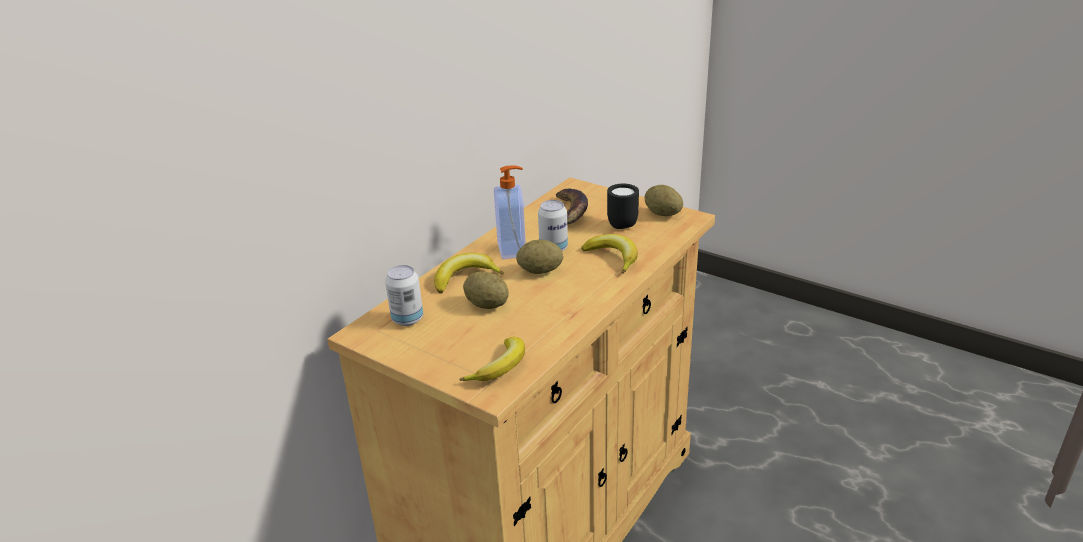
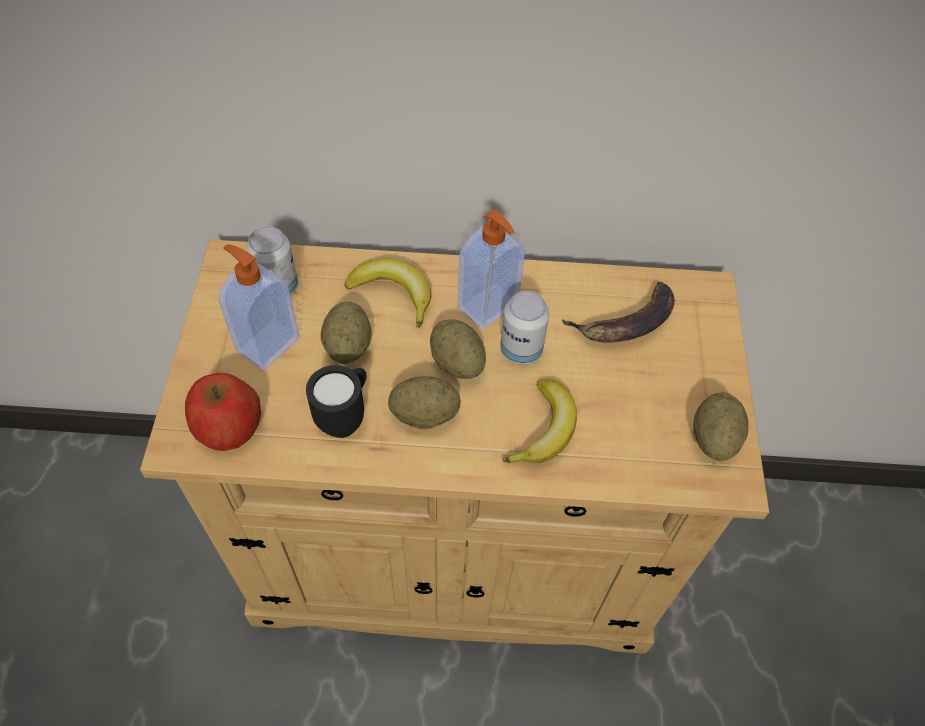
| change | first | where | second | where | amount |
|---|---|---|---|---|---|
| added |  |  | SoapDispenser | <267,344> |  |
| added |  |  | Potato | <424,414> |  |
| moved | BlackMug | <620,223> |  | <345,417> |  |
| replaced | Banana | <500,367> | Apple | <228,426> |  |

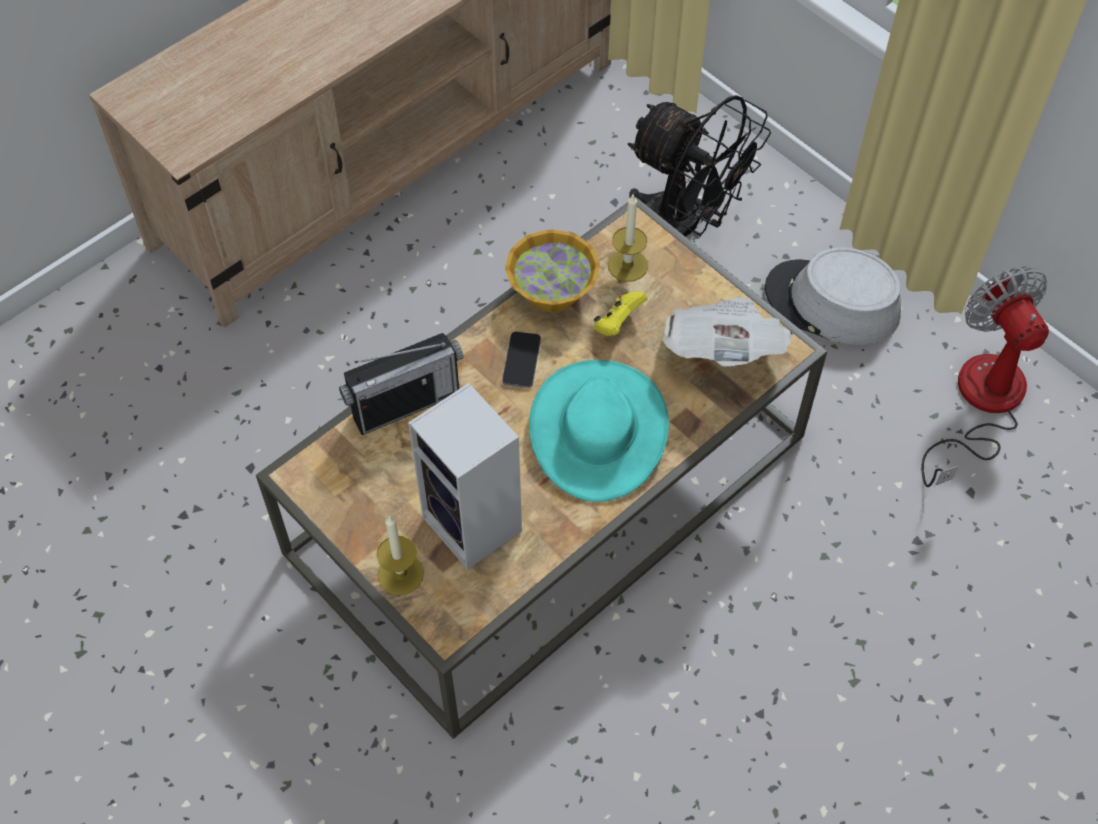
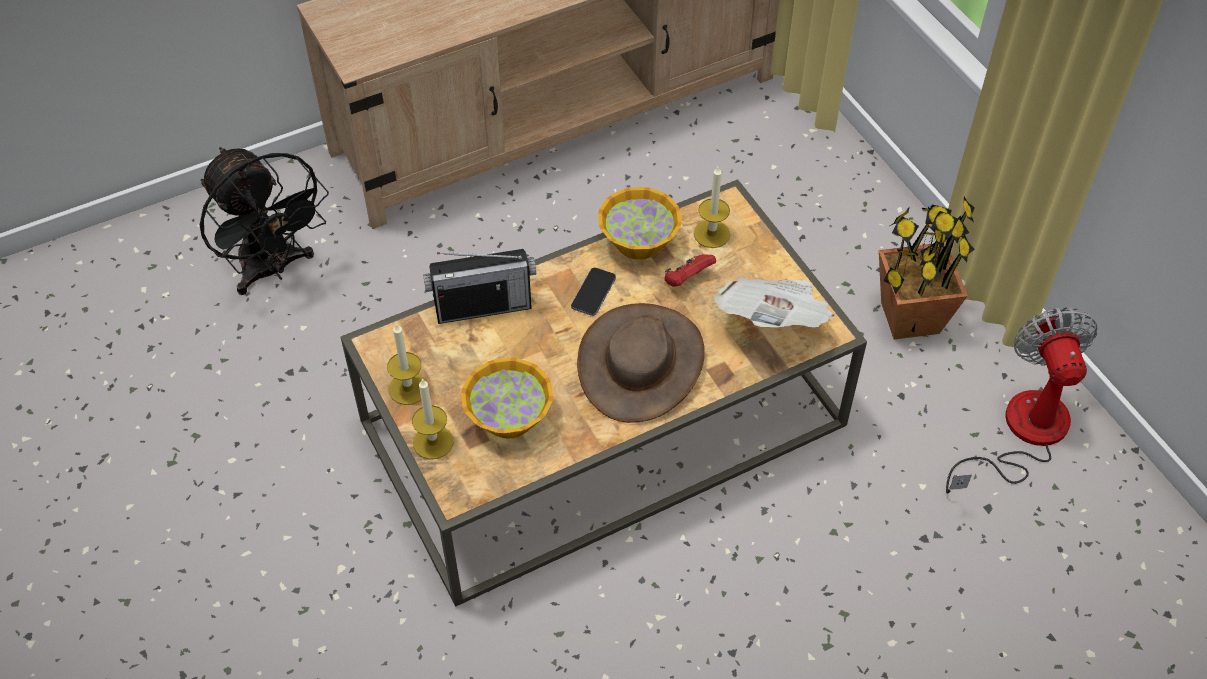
| change | first | where | second | where | amount |
|---|---|---|---|---|---|
| added |  |  | Candle | <408,388> |  |
| moved | BlackFan | <686,228> |  | <273,269> |  |
| replaced | Speaker | <476,526> | Bowl | <509,417> |  |
| replaced | GreyHat | <831,303> | PottedPlant | <909,318> |  |
| recoloured | TurquoiseHat | <599,430> | BrownHat | <641,363> |  |
| recoloured | YellowGameController | <618,323> | RedGameController | <687,280> |  |

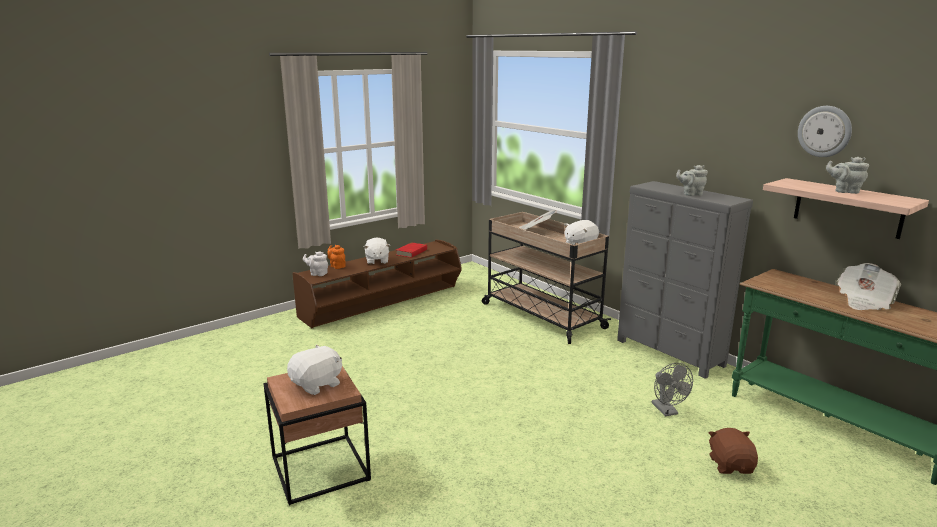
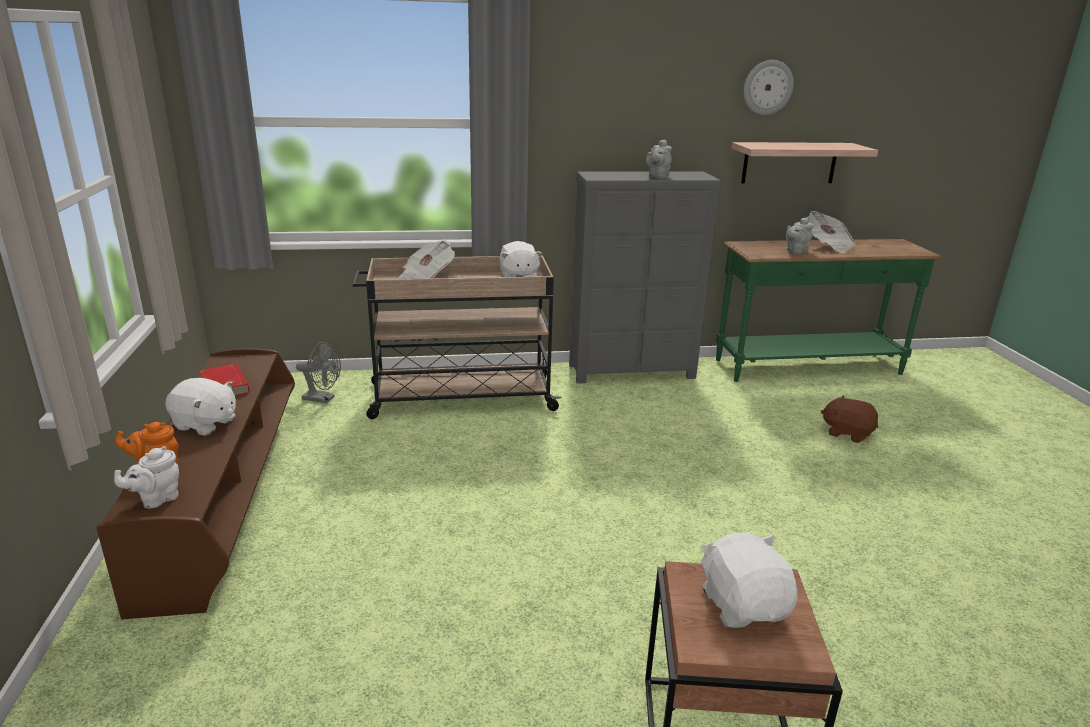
| change | first | where | second | where | amount |
|---|---|---|---|---|---|
| moved | GreyFan | <667,411> |  | <323,399> |  |
| moved | GreyTeapot | <844,191> |  | <796,251> |  |

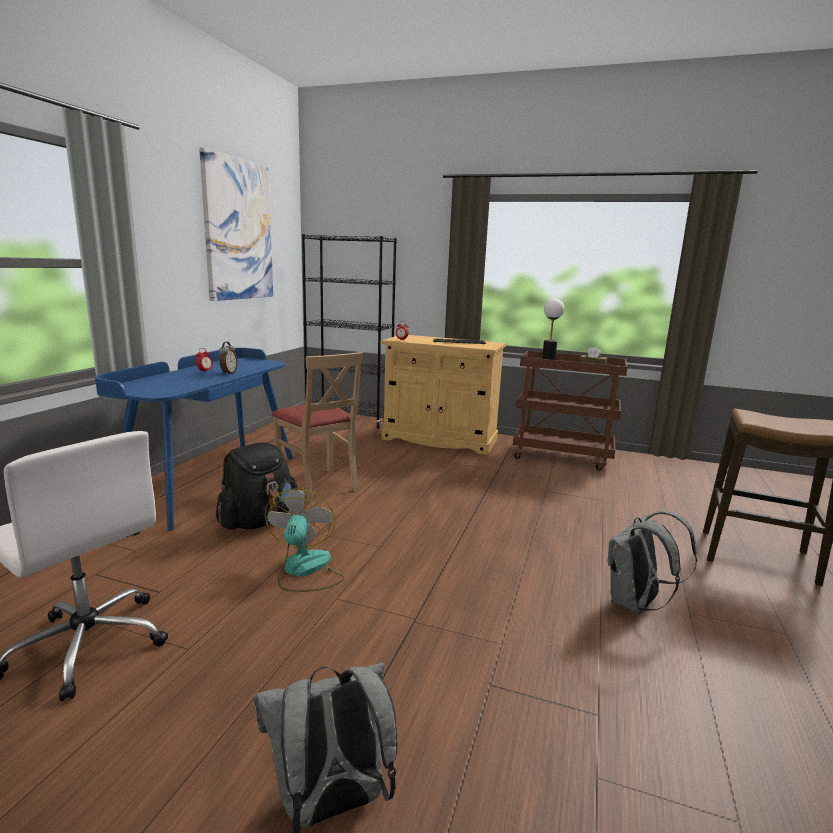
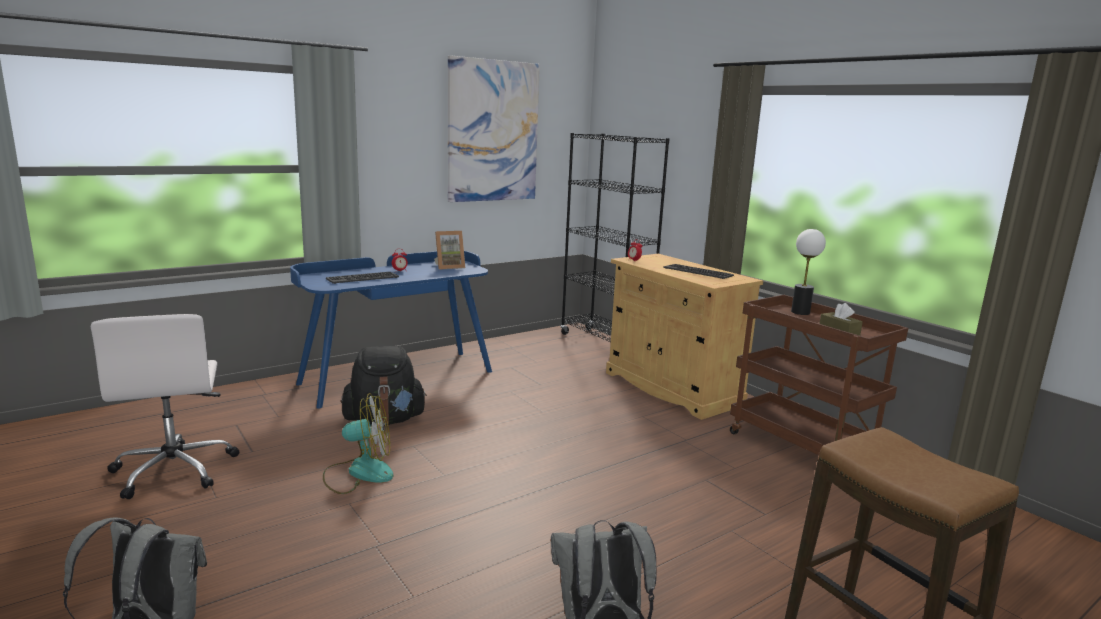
| change | first | where | second | where | amount |
|---|---|---|---|---|---|
| removed | AlarmClock | <228,373> |  |  |  |
| removed | BeigeChair | <318,485> |  |  |  |
| added |  |  | Keyboard | <362,278> |  |
| added |  |  | PictureFrame | <449,267> |  |
| turned | Fan | <305,570> |  | <359,472> | 45 degrees clockwise |

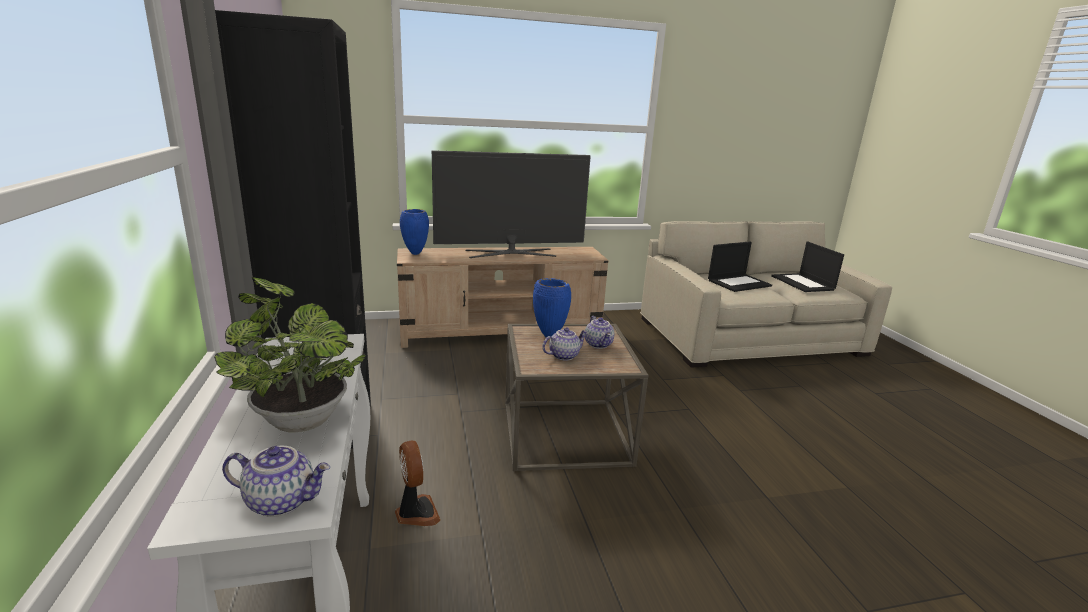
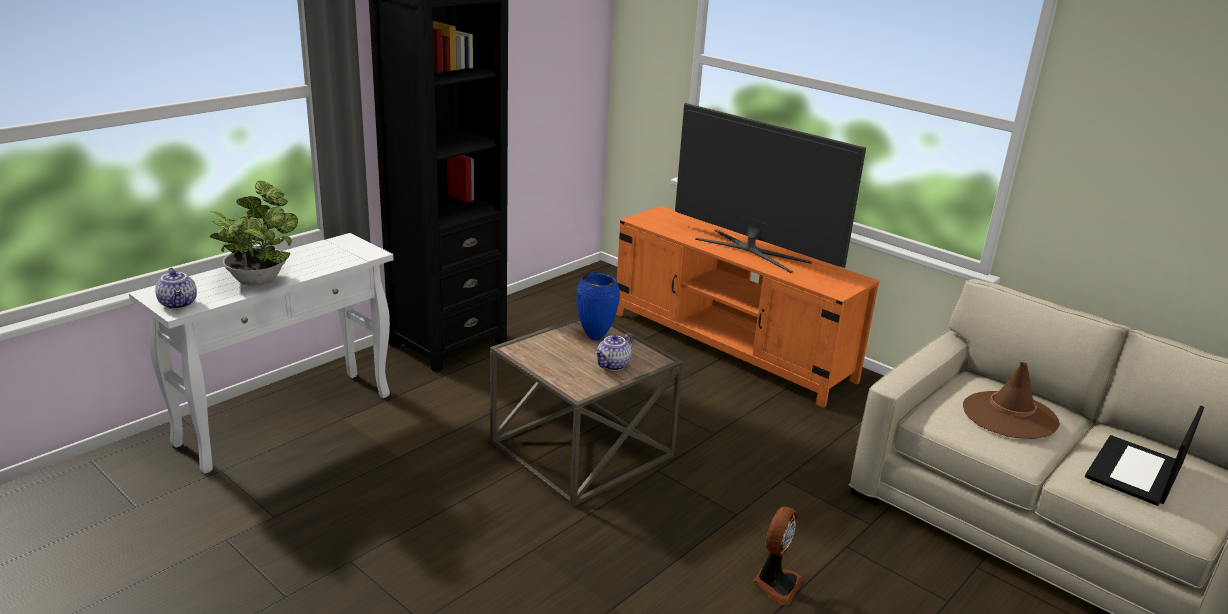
| change | first | where | second | where | amount |
|---|---|---|---|---|---|
| removed | BlueVase | <414,253> |  |  |  |
| removed | Teapot | <564,355> |  |  |  |
| moved | Fan | <416,513> |  | <776,584> |  |
| replaced | Laptop | <739,283> | BrownHat | <1009,415> |  |
| recoloured | BeigeTvStand | <501,332> | OrangeTvStand | <730,347> |  |

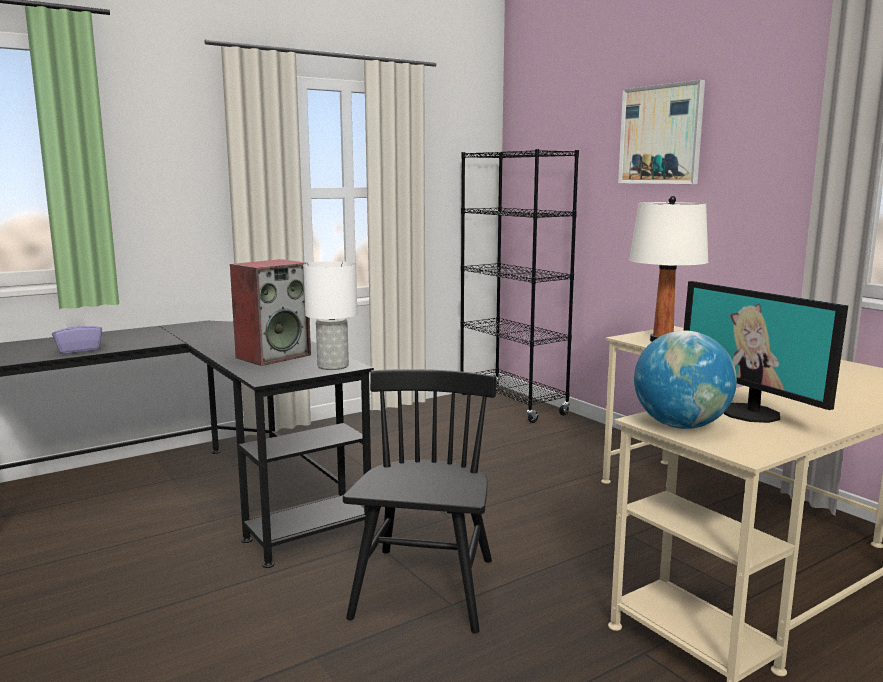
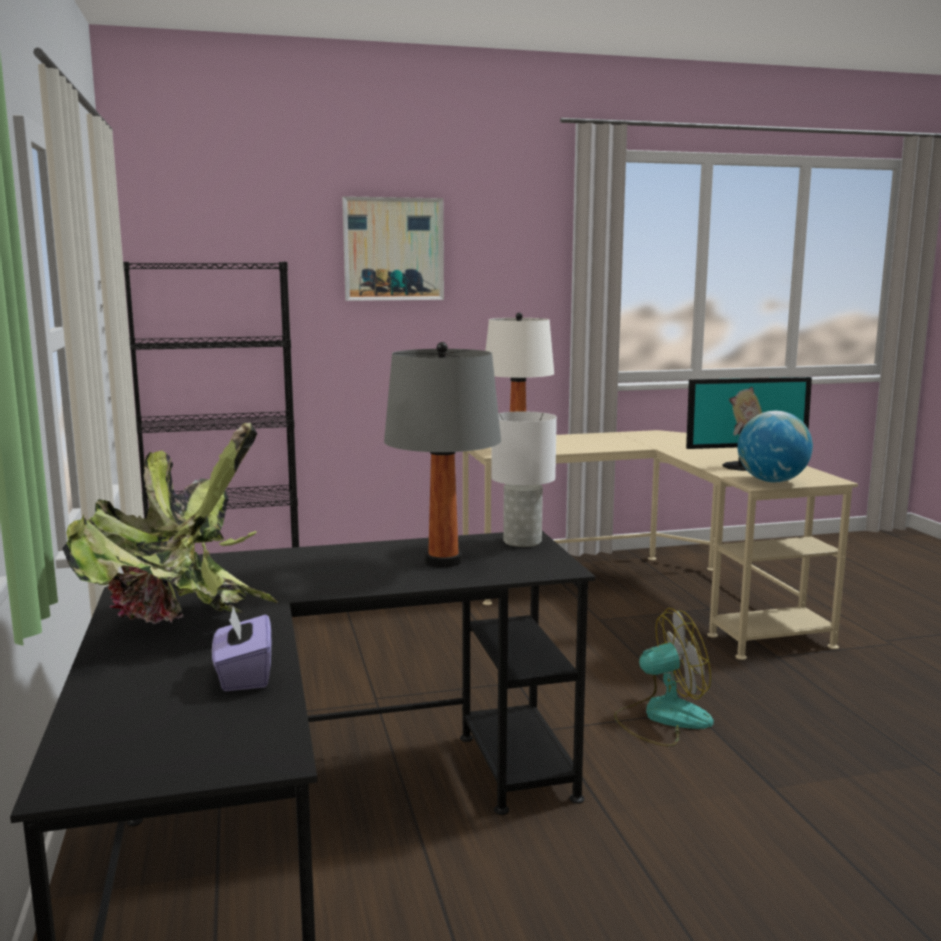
| change | first | where | second | where | amount |
|---|---|---|---|---|---|
| added |  |  | PottedPlant | <180,628> |  |
| replaced | Speaker | <273,356> | GreyTableLamp | <443,561> |  |
| replaced | BlackChair | <425,589> | Fan | <662,718> |  |

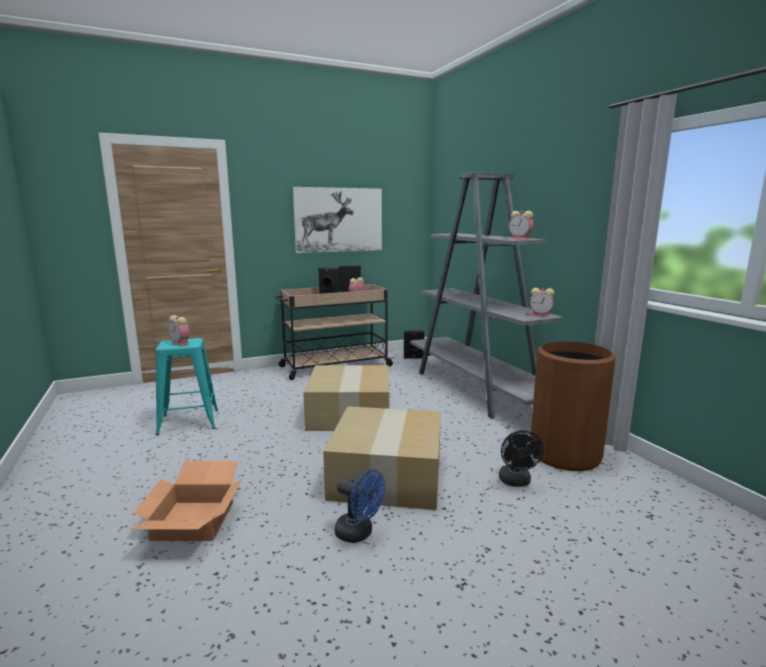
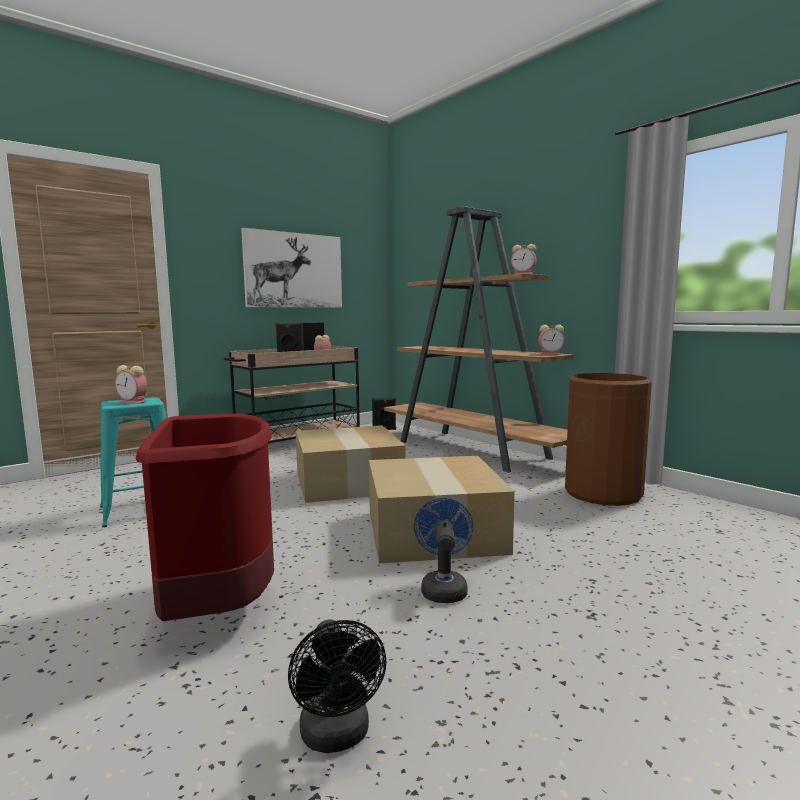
| change | first | where | second | where | amount |
|---|---|---|---|---|---|
| moved | BlackFan | <516,482> |  | <337,736> |  |
| replaced | CardboardBox | <192,519> | RedTrashCan | <218,605> |  |
| recoloured | GreyBookcase | <477,390> | BrownBookcase | <474,450> |  |
| turned | BlueFan | <359,533> |  | <443,587> | 105 degrees counterclockwise |

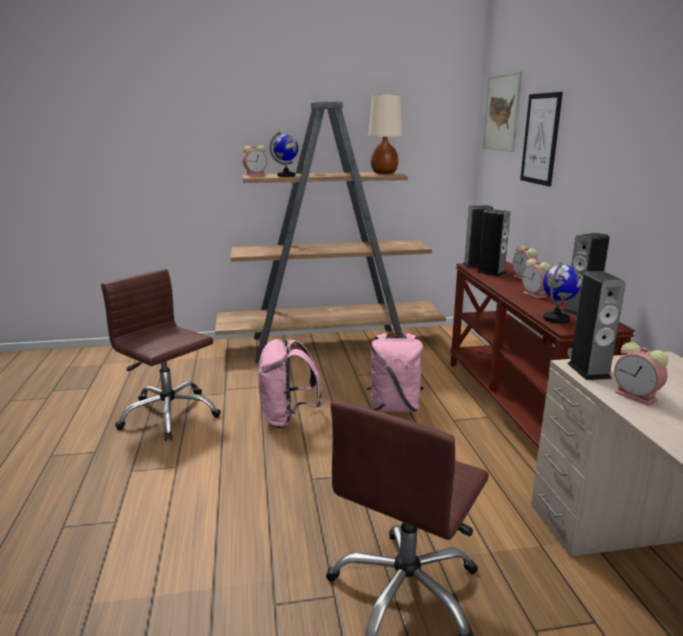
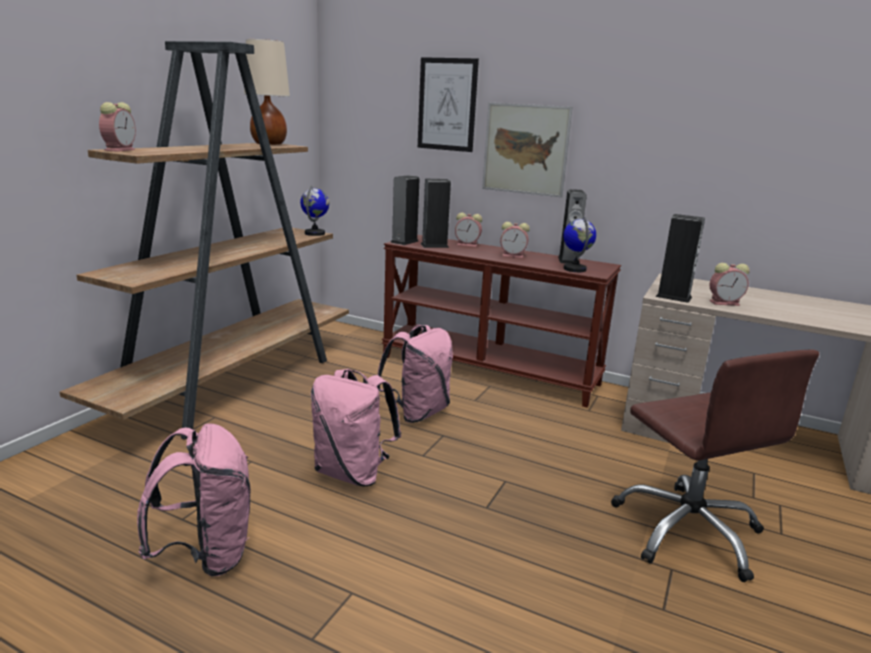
| change | first | where | second | where | amount |
|---|---|---|---|---|---|
| moved | Globe | <286,176> |  | <315,233> |  |
| moved | Picture | <502,112> |  | <525,149> |  |
| replaced | BrownOfficeChair | <169,415> | PinkBackpack | <206,554> |  |

